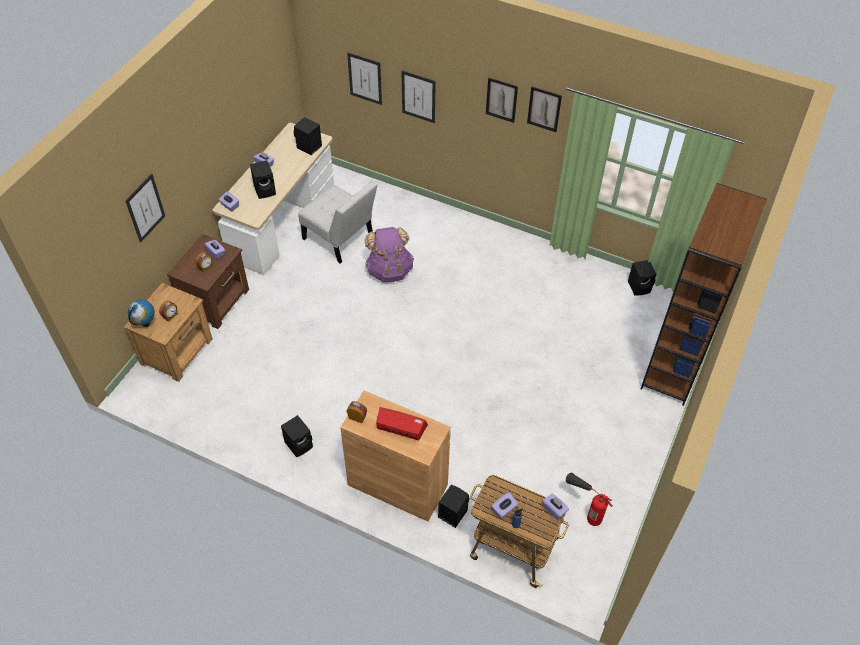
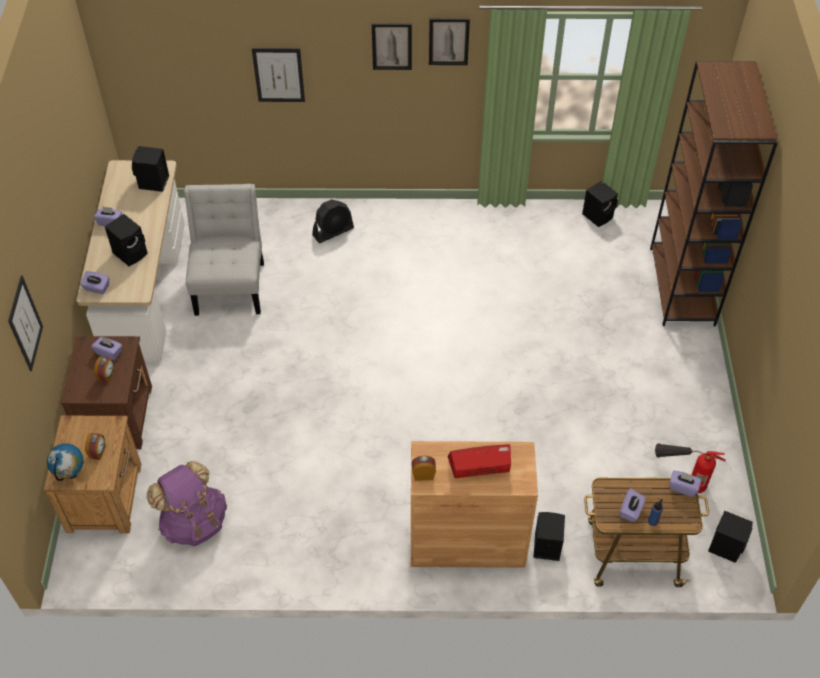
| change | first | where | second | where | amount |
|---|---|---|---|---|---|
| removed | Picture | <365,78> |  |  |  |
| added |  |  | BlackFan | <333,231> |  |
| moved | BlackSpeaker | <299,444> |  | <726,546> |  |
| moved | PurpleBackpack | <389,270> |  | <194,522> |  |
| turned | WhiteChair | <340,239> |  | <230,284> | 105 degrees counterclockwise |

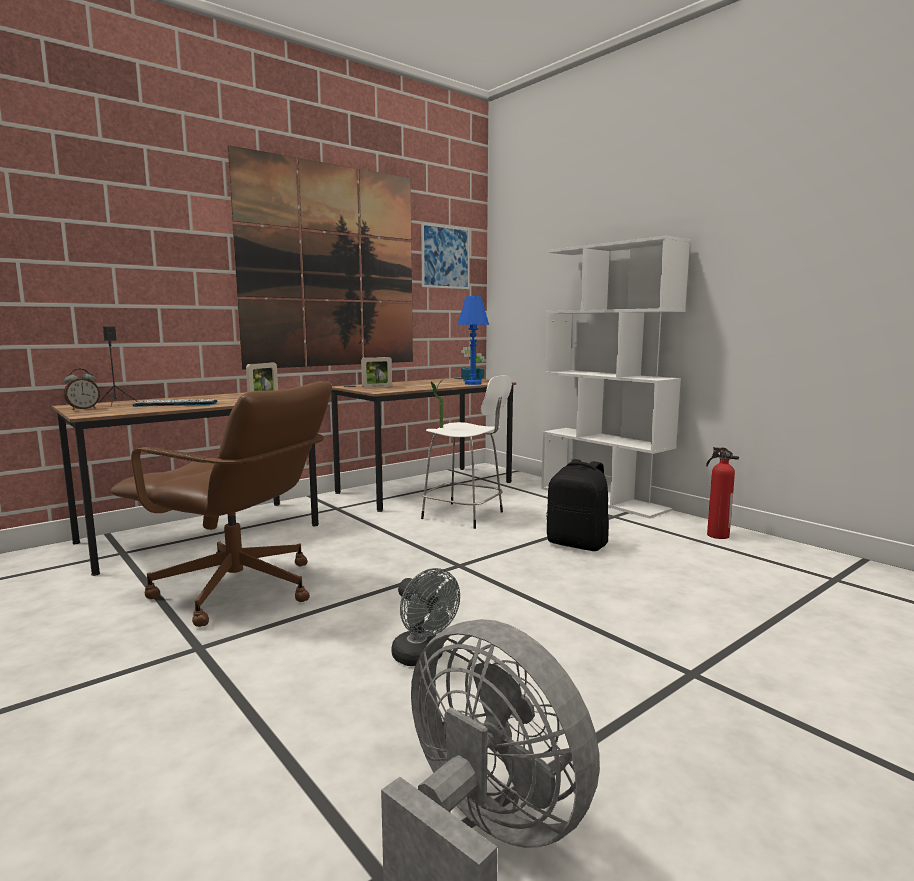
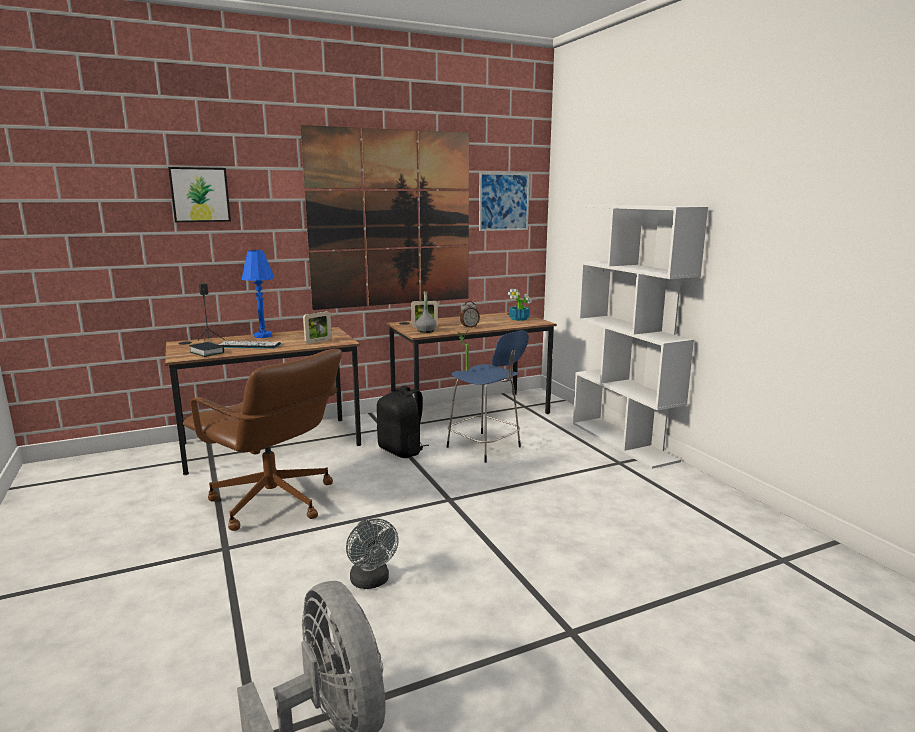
| change | first | where | second | where | amount |
|---|---|---|---|---|---|
| removed | FireExtinguisher | <716,535> |  |  |  |
| added |  |  | Picture | <200,195> |  |
| added |  |  | Book | <207,352> |  |
| added |  |  | GreyBottle | <426,331> |  |
| moved | AlarmClock | <83,409> |  | <469,327> |  |
| moved | BlueTableLamp | <472,384> |  | <263,336> |  |
| moved | BlackBackpack | <578,544> |  | <402,451> |  |
| recoloured | WhiteStool | <465,516> | BlueStool | <485,448> |  |

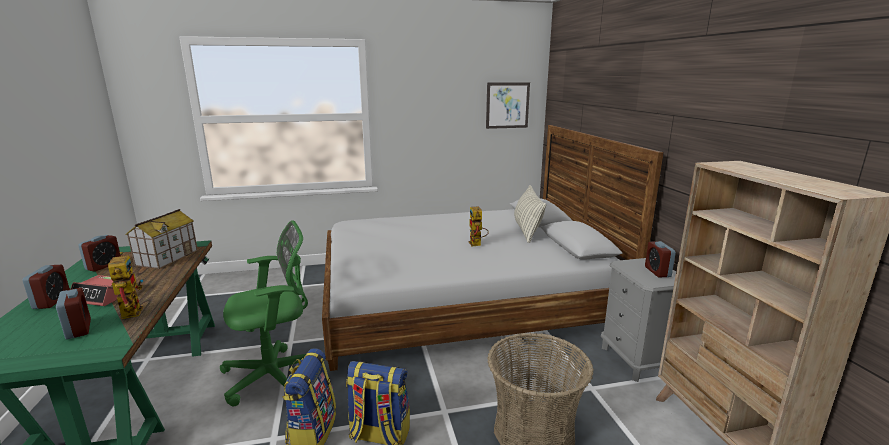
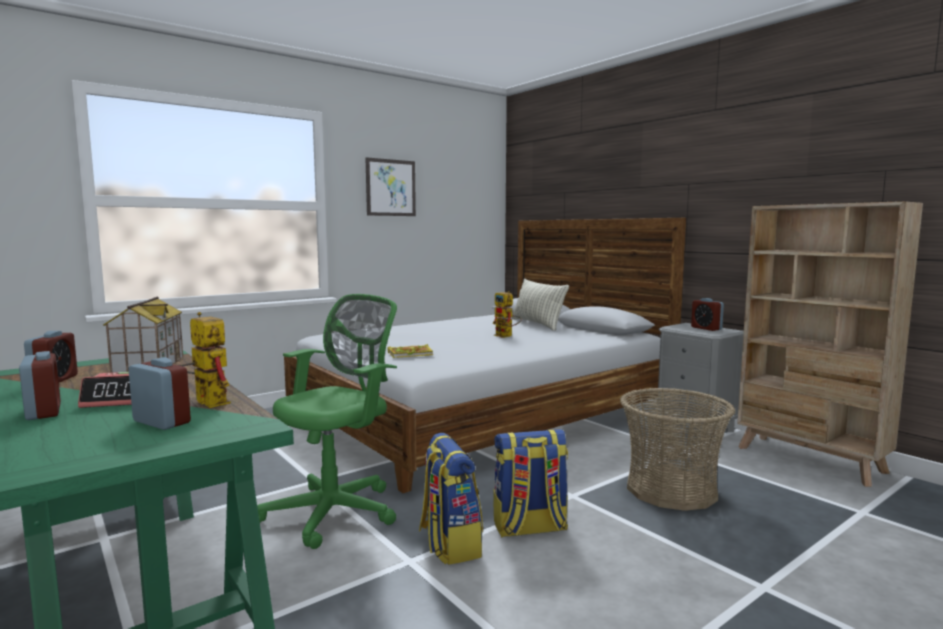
| change | first | where | second | where | amount |
|---|---|---|---|---|---|
| added |  |  | Book | <411,354> |  |
| moved | Picture | <507,105> |  | <391,187> |  |

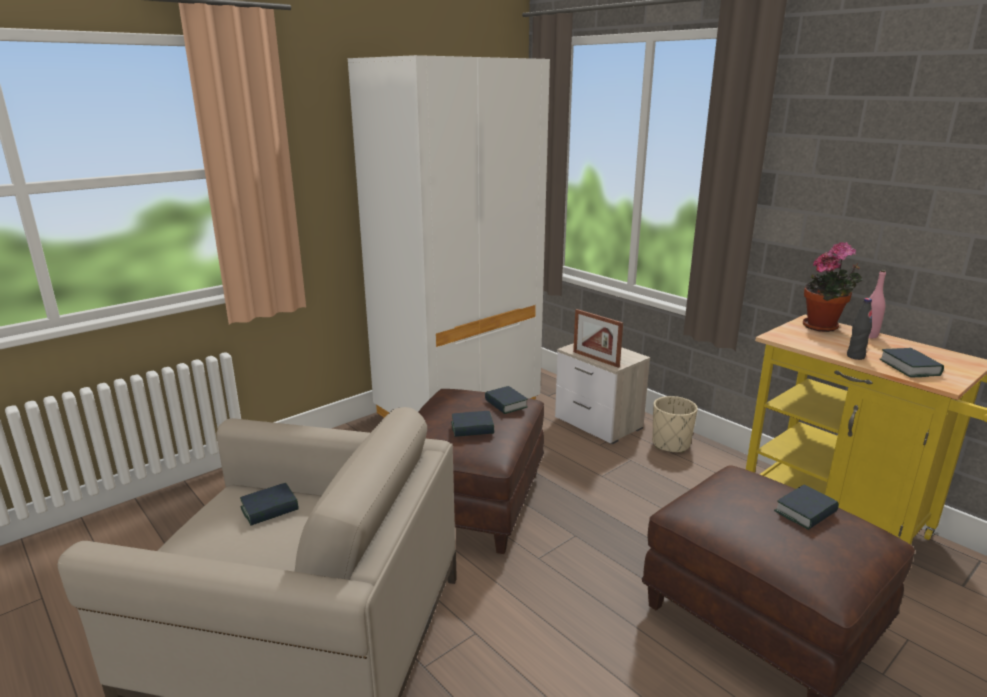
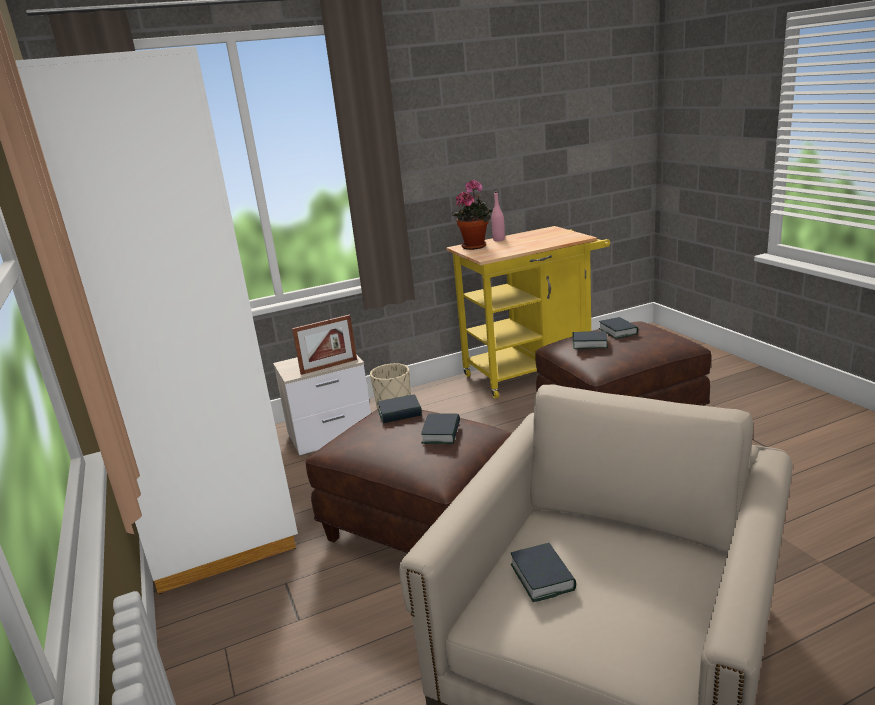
| change | first | where | second | where | amount |
|---|---|---|---|---|---|
| removed | BlackBottle | <855,356> |  |  |  |
| moved | Book | <909,367> |  | <589,344> |  |

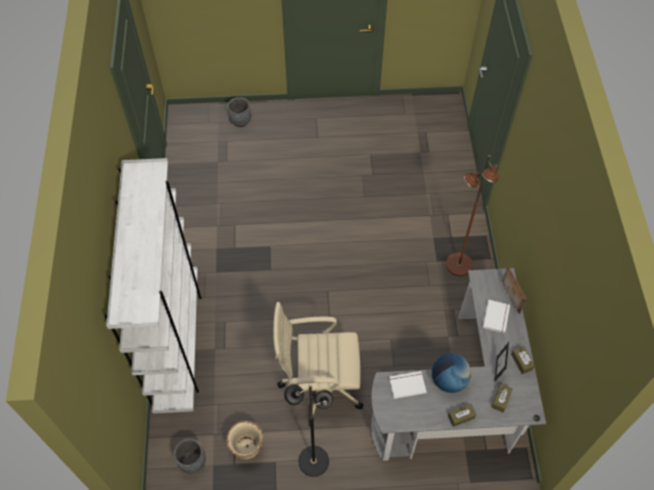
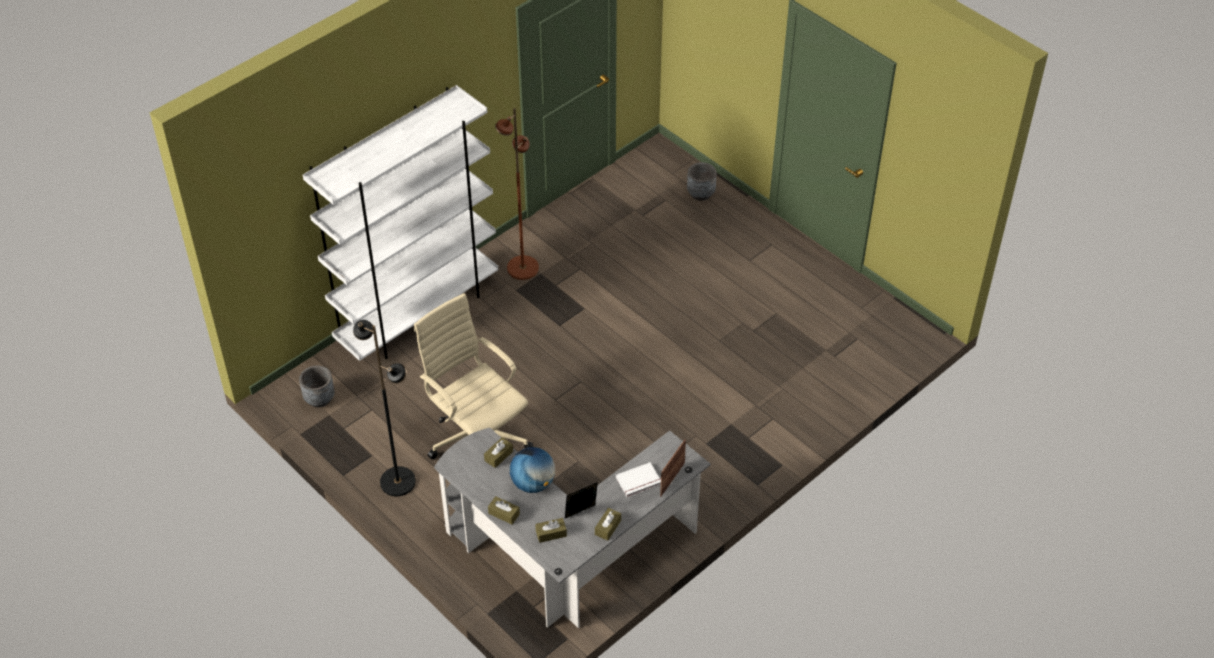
| change | first | where | second | where | amount |
|---|---|---|---|---|---|
| removed | BeigePlanter | <247,447> |  |  |  |
| moved | BrownFloorLamp | <458,265> |  | <522,268> |  |
| replaced | WhiteBook | <407,384> | BrownTissueBox | <498,456> |  |

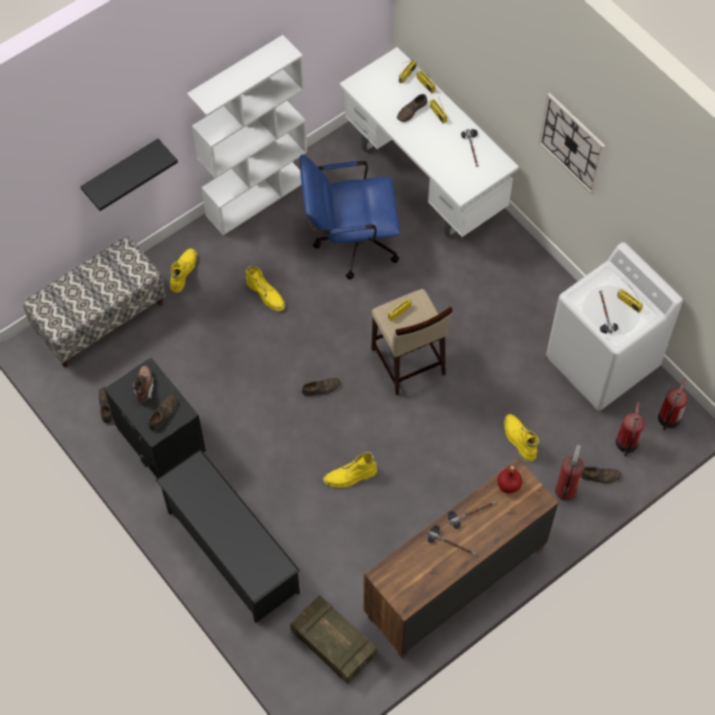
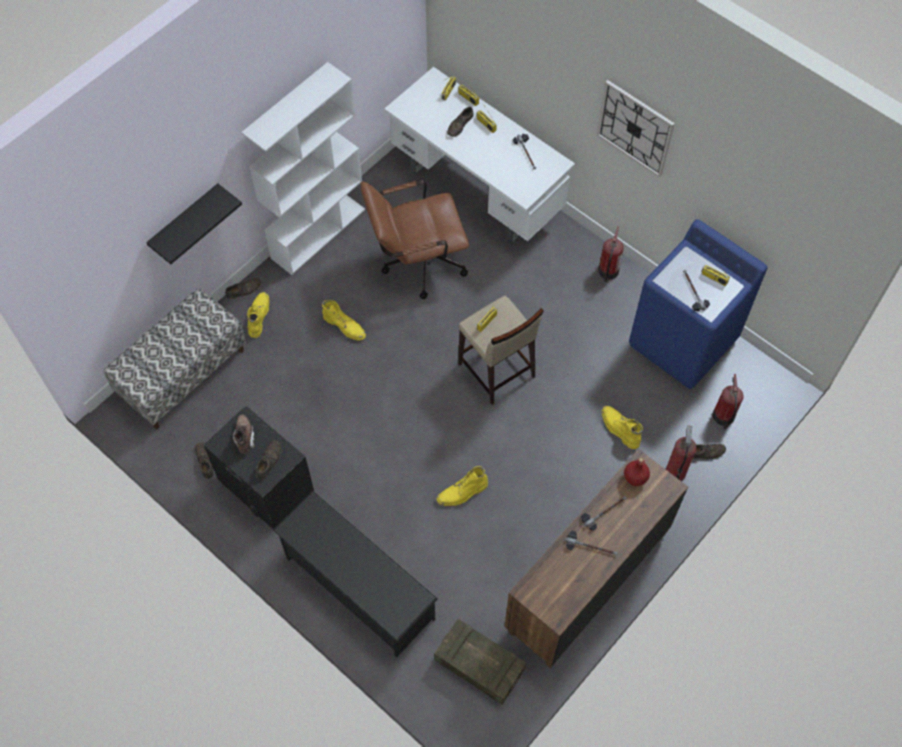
| change | first | where | second | where | amount |
|---|---|---|---|---|---|
| moved | BrownShoe | <321,388> |  | <244,290> |  |
| moved | FireExtinguisher | <668,419> |  | <608,272> |  |
| recoloured | BlueOfficeChair | <349,242> | BrownOfficeChair | <416,263> |  |
| recoloured | WhiteWashingMachine | <602,363> | BlueWashingMachine | <683,342> |  |

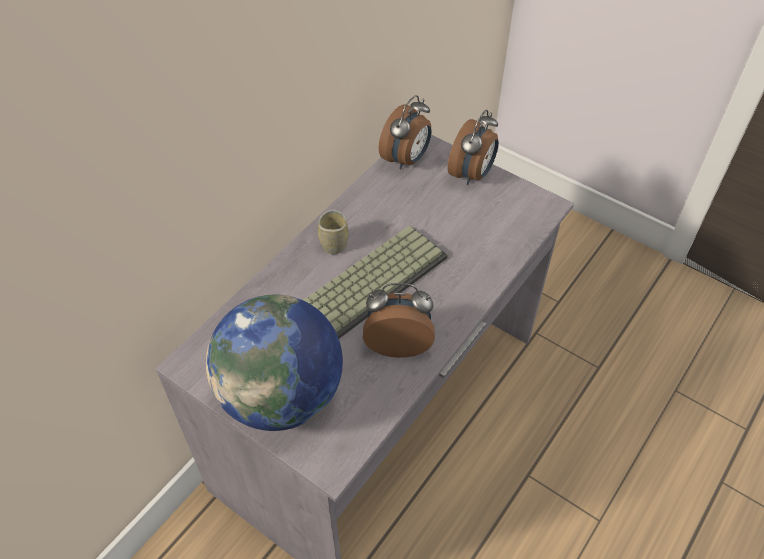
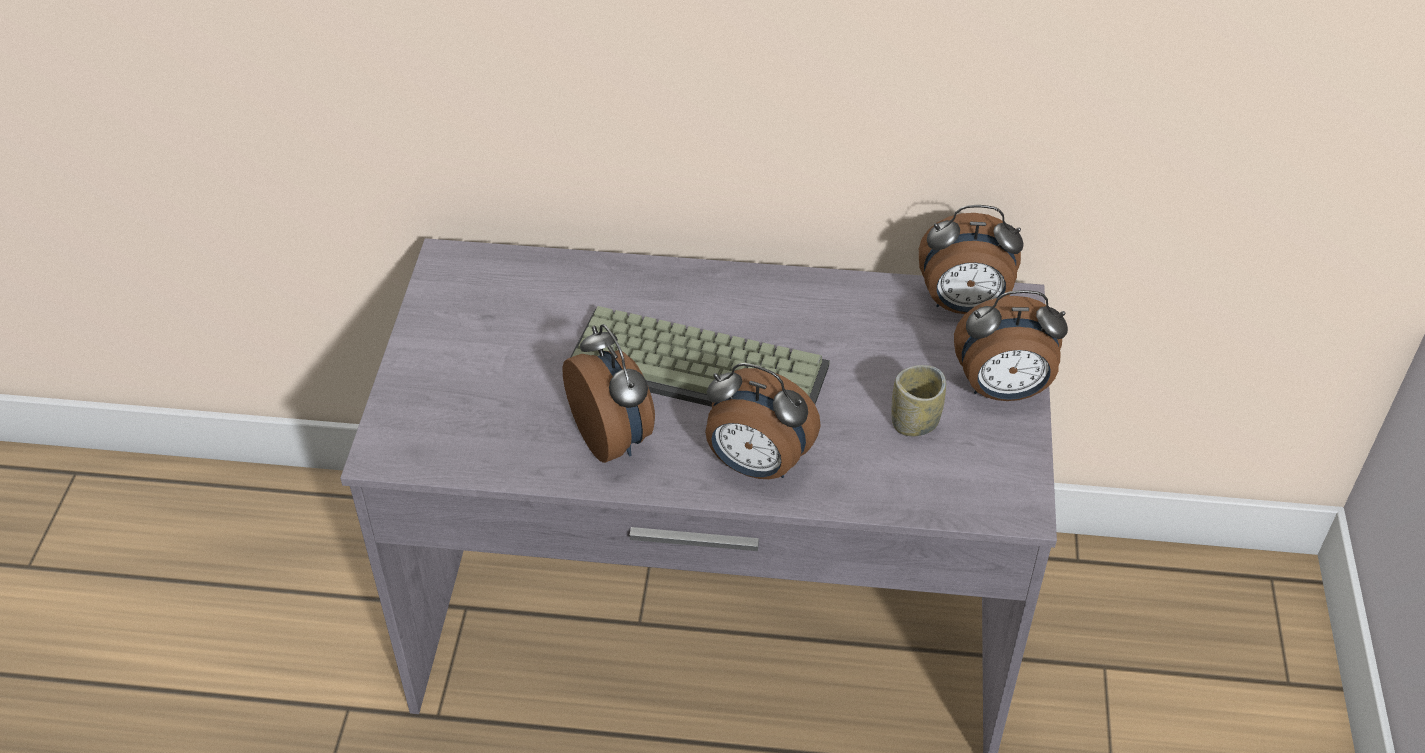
| change | first | where | second | where | amount |
|---|---|---|---|---|---|
| removed | Globe | <282,396> |  |  |  |
| added |  |  | AlarmClock | <756,465> |  |
| moved | Cup | <334,244> |  | <914,422> |  |

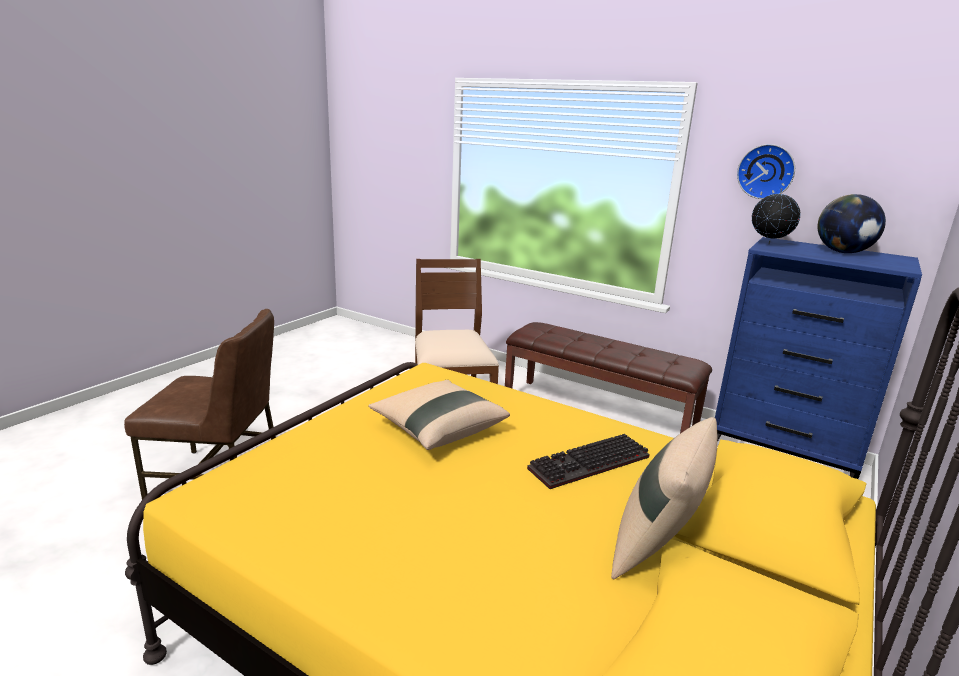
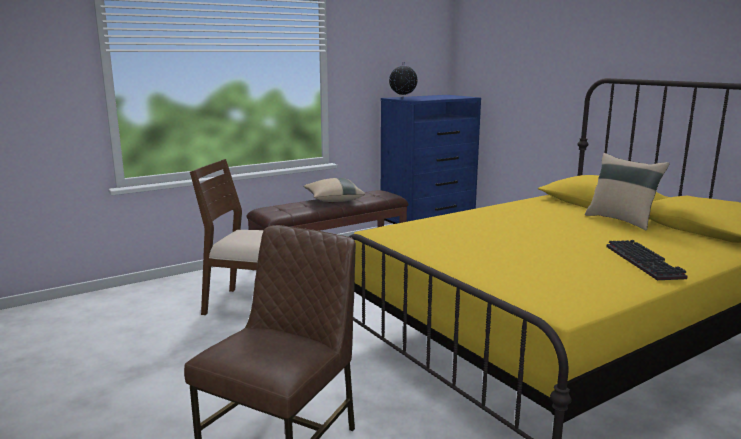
| change | first | where | second | where | amount |
|---|---|---|---|---|---|
| removed | WallClock | <766,171> |  |  |  |
| removed | Globe | <843,252> |  |  |  |
| moved | BeigePillow | <437,429> |  | <333,200> |  |
| moved | Keyboard | <589,465> |  | <646,262> |  |

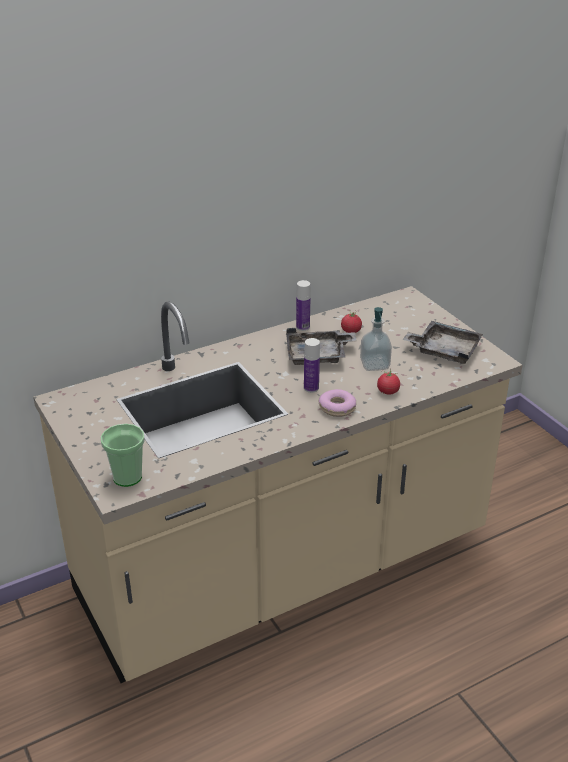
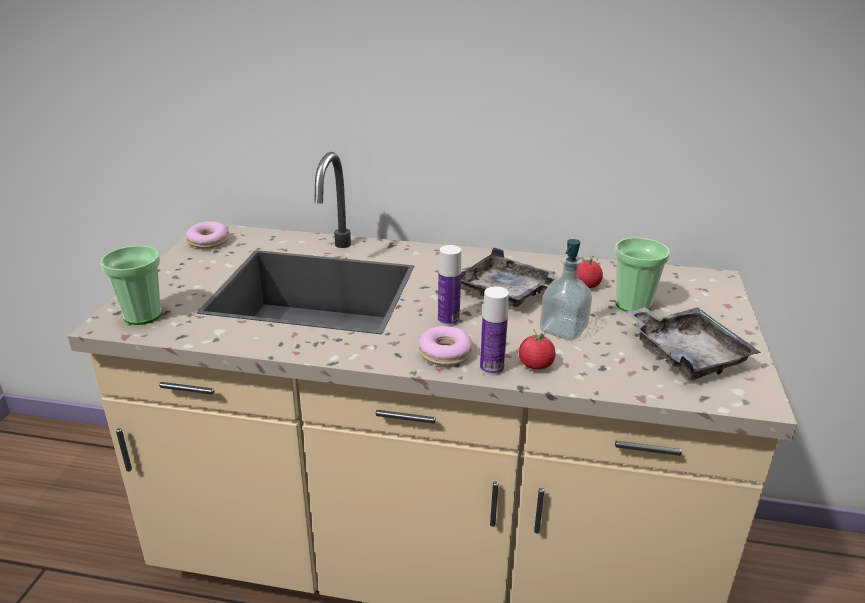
| change | first | where | second | where | amount |
|---|---|---|---|---|---|
| added |  |  | Donut | <208,242> |  |
| added |  |  | Cup | <632,305> |  |
| moved | Bottle | <303,327> |  | <491,368> |  |

